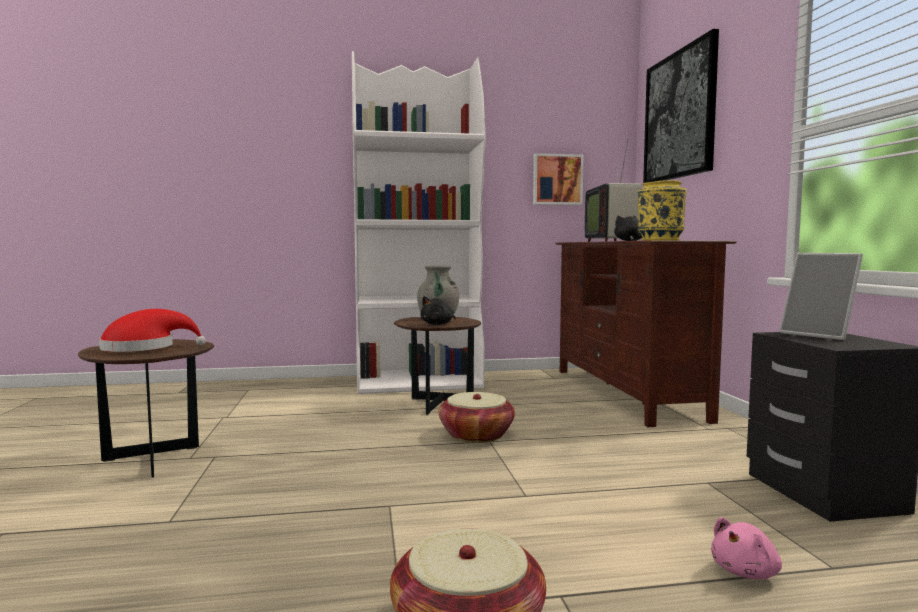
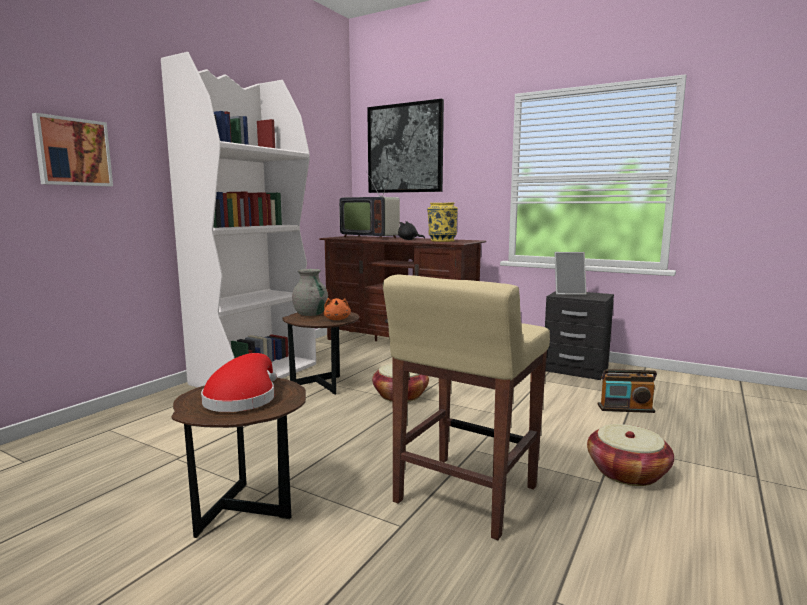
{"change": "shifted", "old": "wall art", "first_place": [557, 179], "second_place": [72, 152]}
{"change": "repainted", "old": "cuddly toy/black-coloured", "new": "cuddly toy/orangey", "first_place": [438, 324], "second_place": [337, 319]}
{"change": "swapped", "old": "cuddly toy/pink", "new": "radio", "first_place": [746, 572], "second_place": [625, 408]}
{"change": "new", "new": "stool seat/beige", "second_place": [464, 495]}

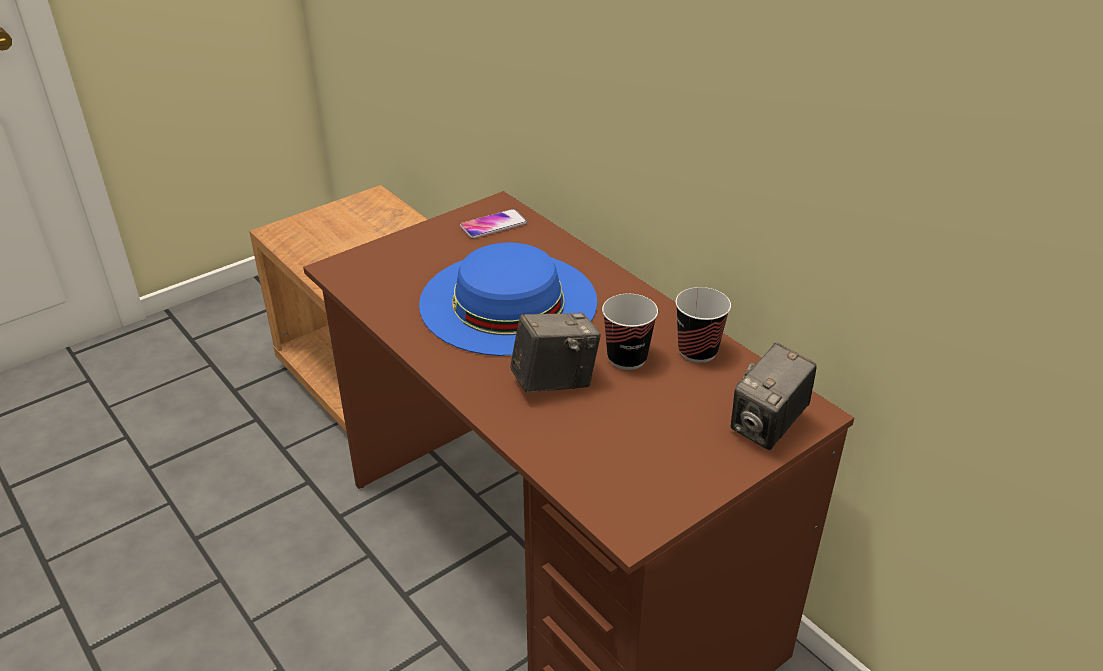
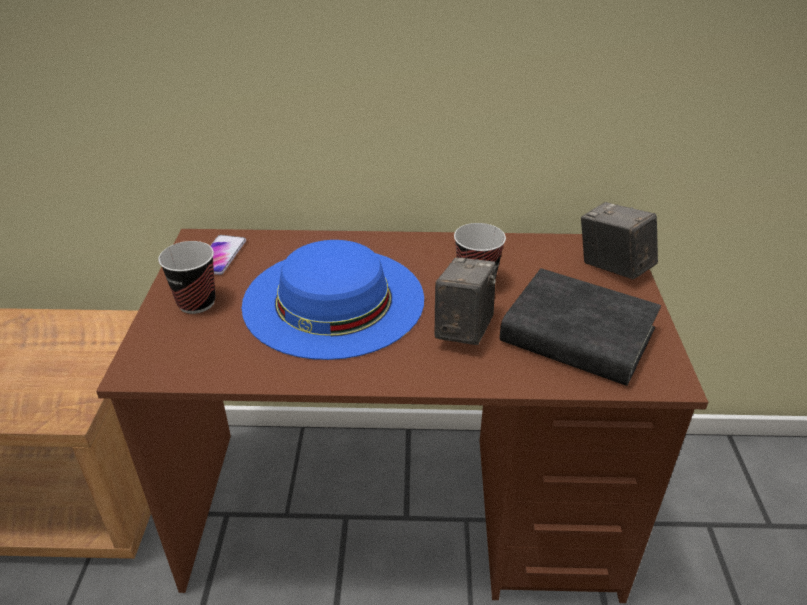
{"change": "shifted", "old": "drinking cup", "first_place": [697, 351], "second_place": [196, 303]}
{"change": "rotated", "old": "photo camera", "first_place": [767, 426], "second_place": [613, 268], "degrees": 150}
{"change": "new", "new": "volume/black-coloured", "second_place": [577, 336]}

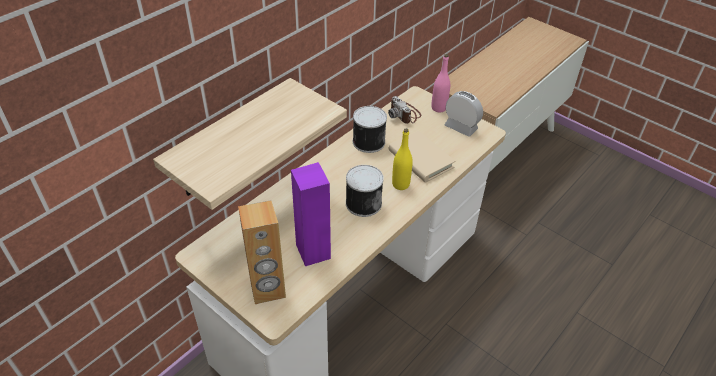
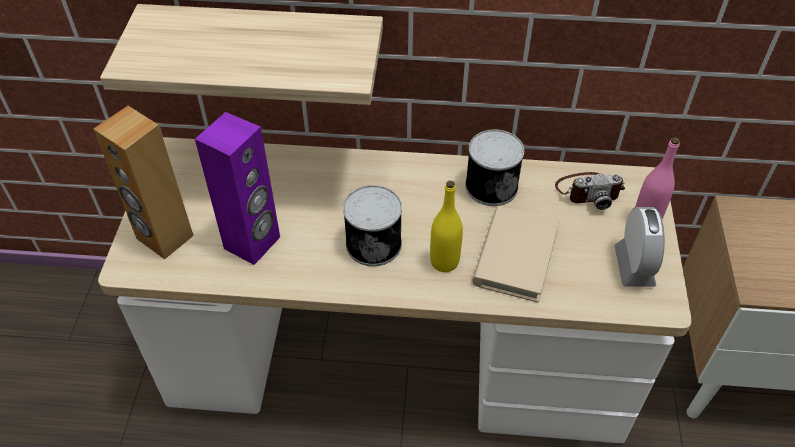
{"change": "rotated", "old": "photo camera", "first_place": [404, 114], "second_place": [588, 191], "degrees": -120}

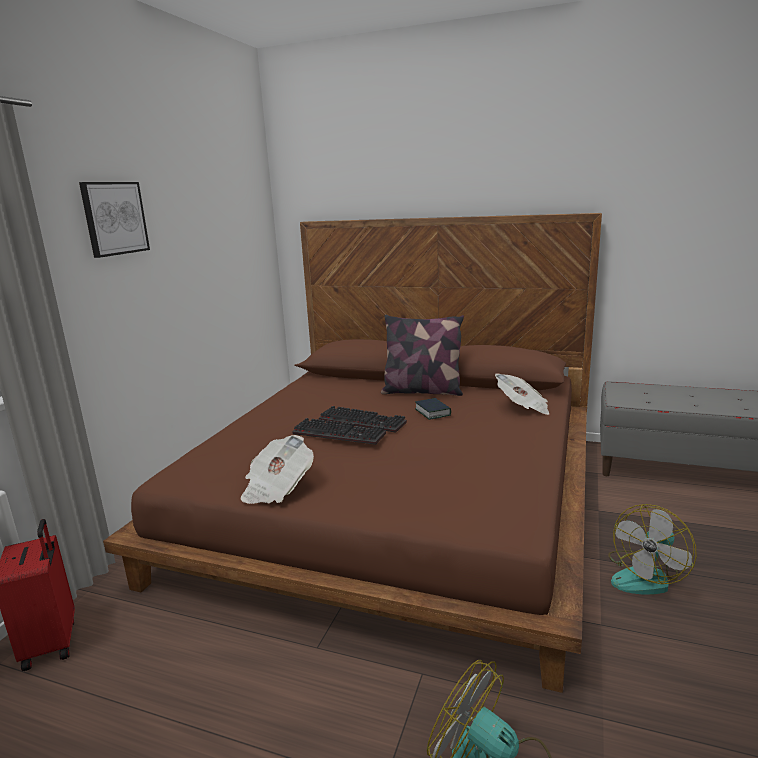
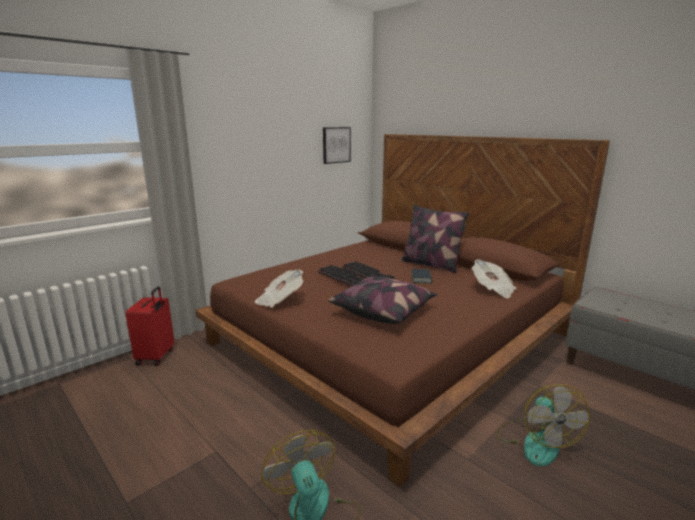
{"change": "shifted", "old": "wall art", "first_place": [114, 218], "second_place": [336, 145]}
{"change": "rotated", "old": "electric fan", "first_place": [645, 576], "second_place": [535, 442], "degrees": -75}
{"change": "new", "new": "cushion", "second_place": [383, 311]}

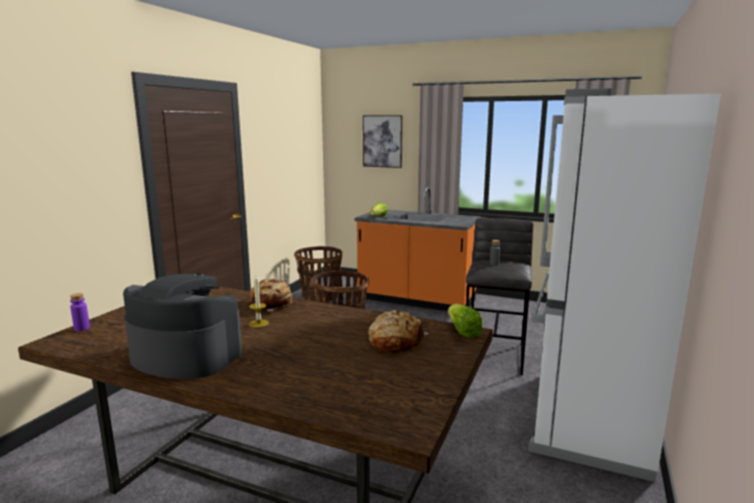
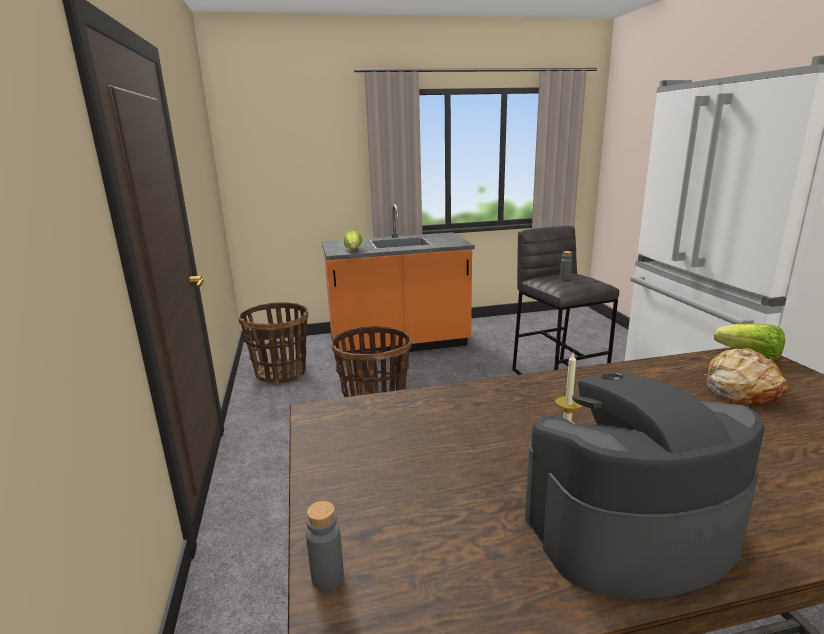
{"change": "gone", "old": "wall art", "first_place": [382, 141]}
{"change": "gone", "old": "bread", "first_place": [272, 304]}
{"change": "repainted", "old": "bottle/purplish", "new": "bottle/gray", "first_place": [82, 328], "second_place": [327, 577]}

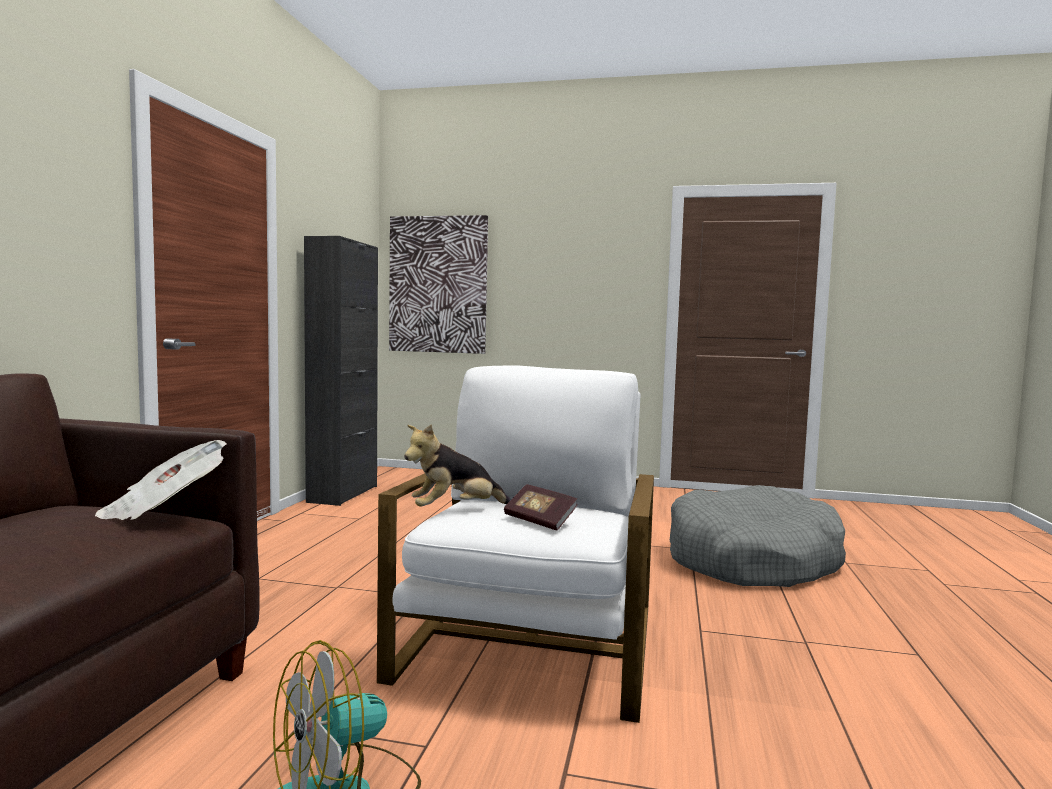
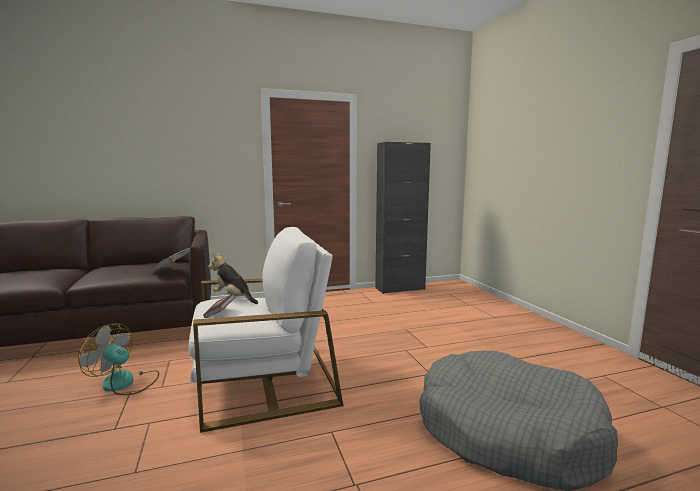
{"change": "gone", "old": "wall art", "first_place": [438, 285]}

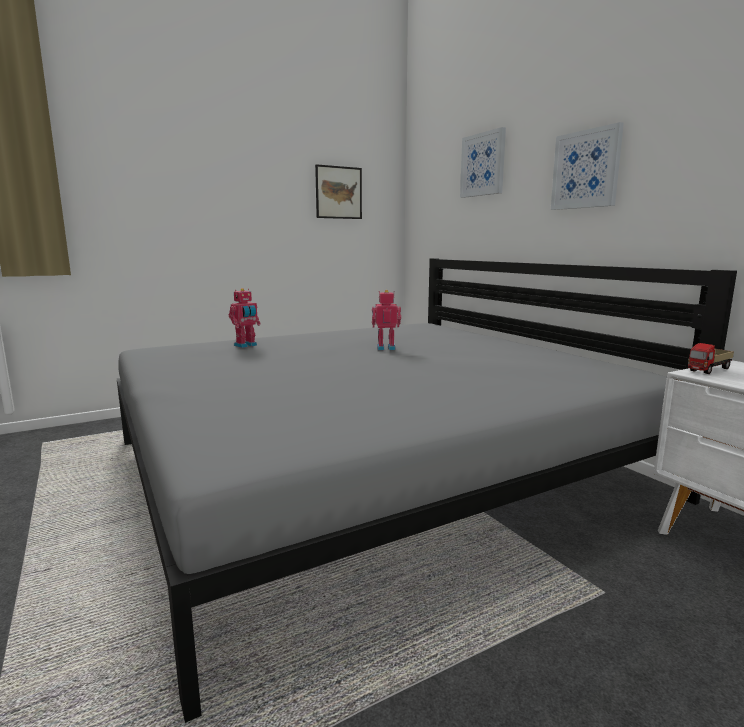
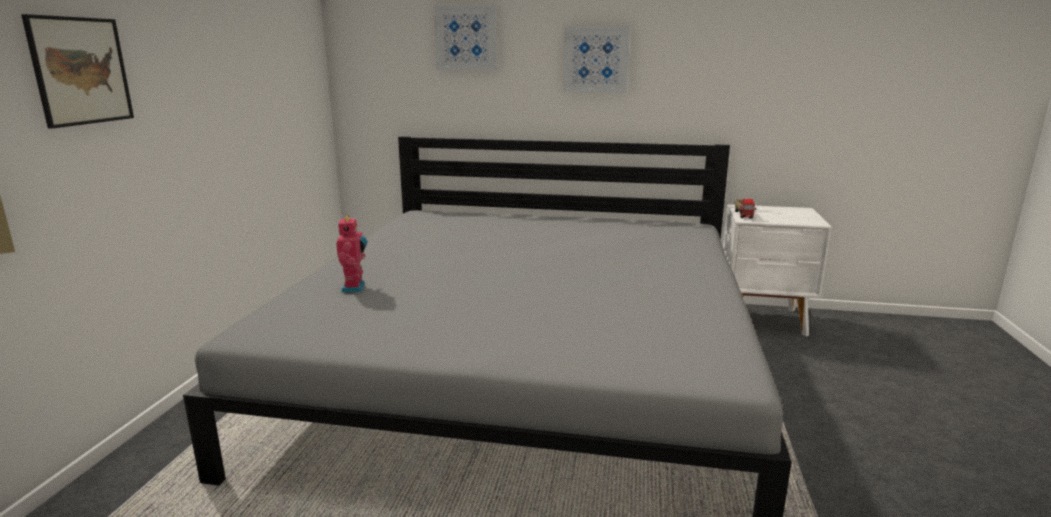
{"change": "shifted", "old": "wall art", "first_place": [338, 192], "second_place": [81, 71]}
{"change": "gone", "old": "toy robot", "first_place": [386, 348]}

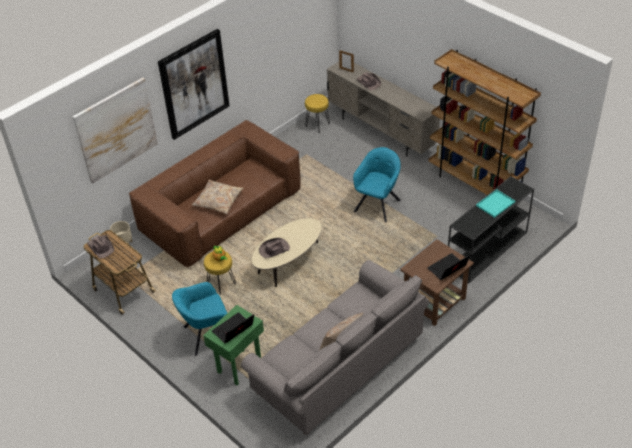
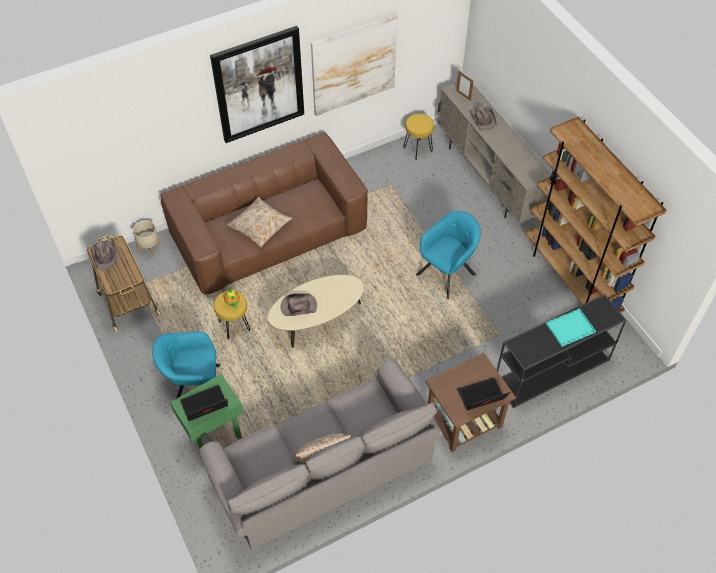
{"change": "shifted", "old": "wall art", "first_place": [116, 130], "second_place": [353, 65]}

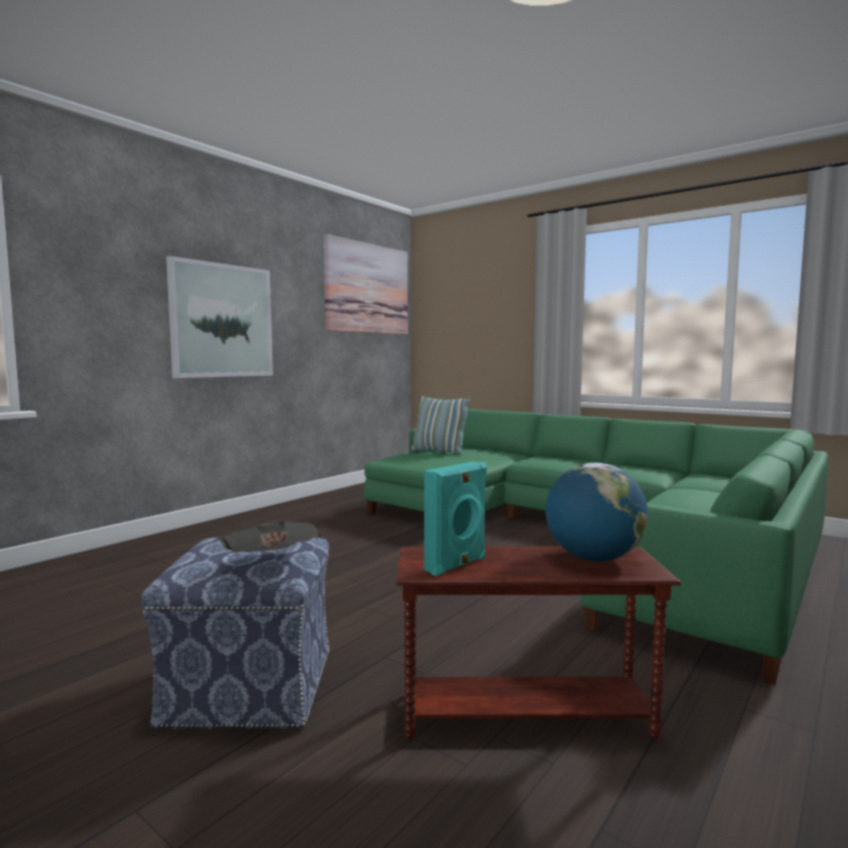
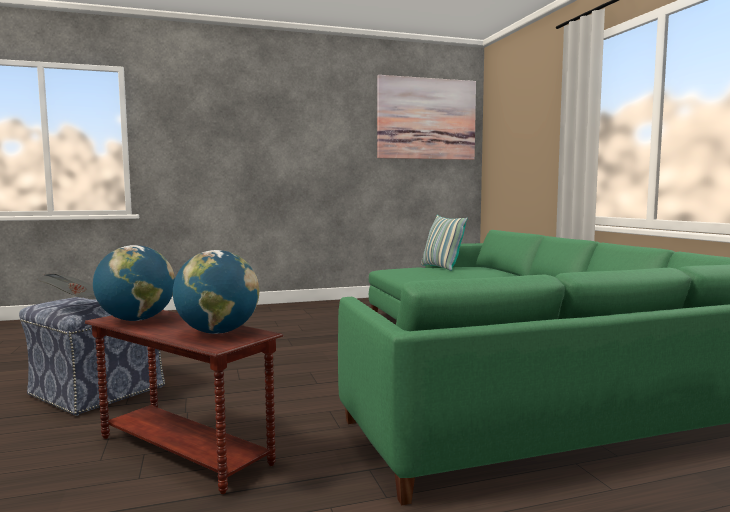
{"change": "gone", "old": "wall art", "first_place": [222, 321]}
{"change": "swapped", "old": "speaker/turquoise-coloured", "new": "desk globe", "first_place": [457, 565], "second_place": [136, 320]}

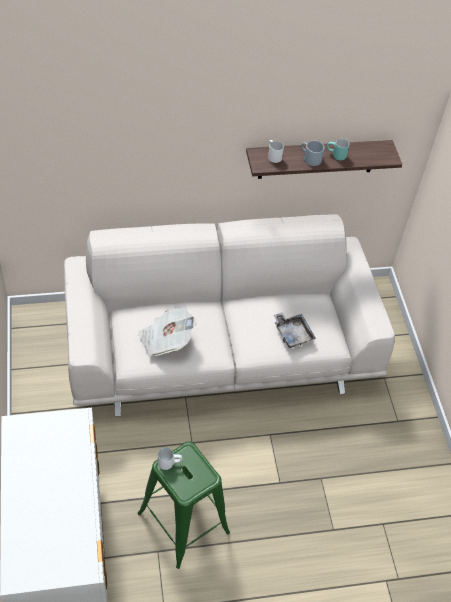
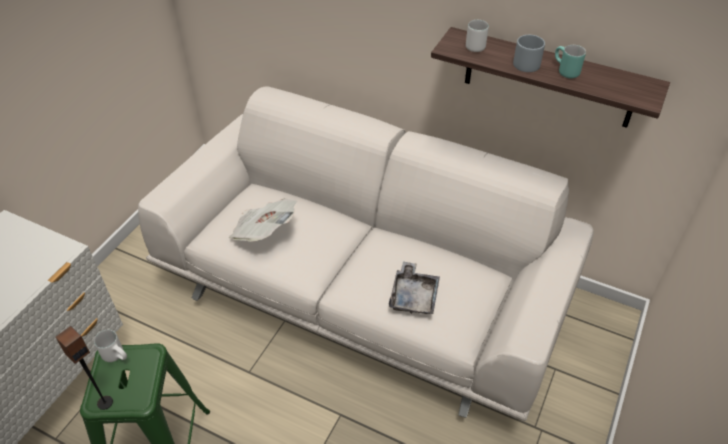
{"change": "new", "new": "speaker", "second_place": [104, 402]}

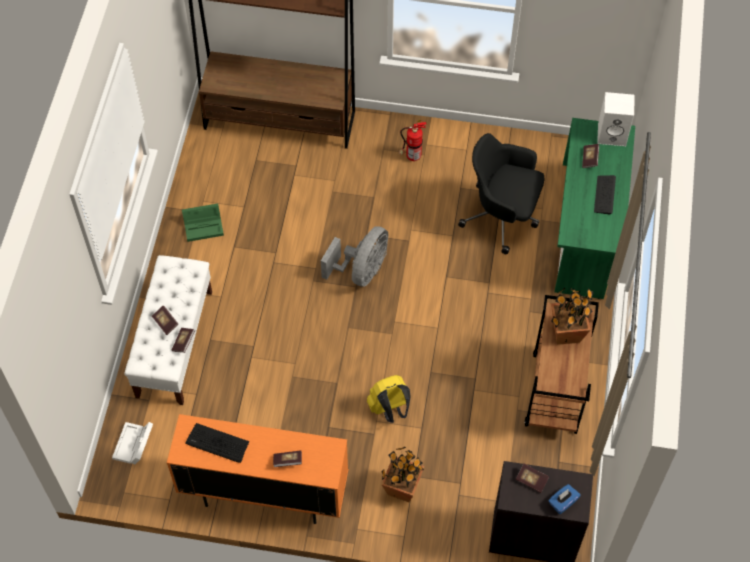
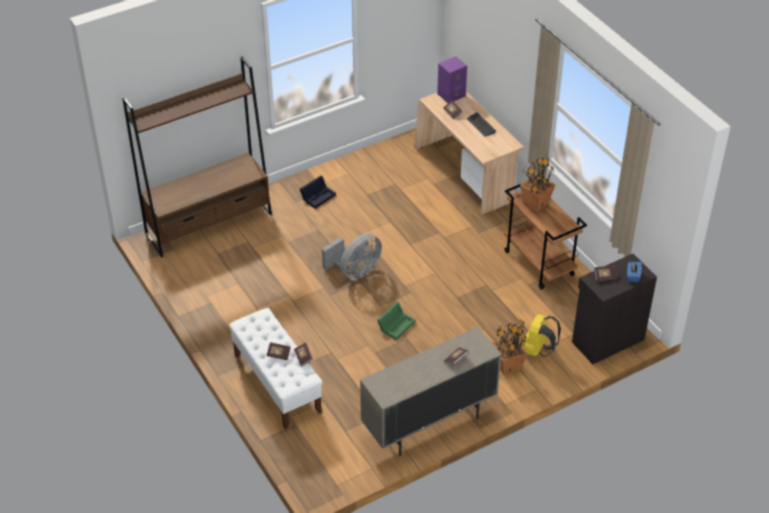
{"change": "repainted", "old": "speaker/whitish", "new": "speaker/purplish", "first_place": [612, 134], "second_place": [451, 94]}
{"change": "repainted", "old": "desk table/greenish", "new": "desk table/beige", "first_place": [585, 231], "second_place": [465, 174]}
{"change": "swapped", "old": "fire extinguisher", "new": "storage box/black-coloured", "first_place": [411, 157], "second_place": [318, 196]}
{"change": "gone", "old": "computer chair/black-coloured", "first_place": [502, 216]}
{"change": "shifted", "old": "storage box/greenish", "first_place": [204, 226], "second_place": [396, 324]}
{"change": "rotated", "old": "electric fan/gray", "first_place": [361, 271], "second_place": [355, 272], "degrees": 60}
{"change": "shifted", "old": "backpack/yellowish", "first_place": [390, 409], "second_place": [538, 350]}
{"change": "repainted", "old": "cupboard/orangey", "new": "cupboard/beige", "first_place": [264, 494], "second_place": [429, 424]}
{"change": "gone", "old": "storage box/whitish", "first_place": [134, 446]}
{"change": "gone", "old": "PC keyboard", "first_place": [217, 443]}

